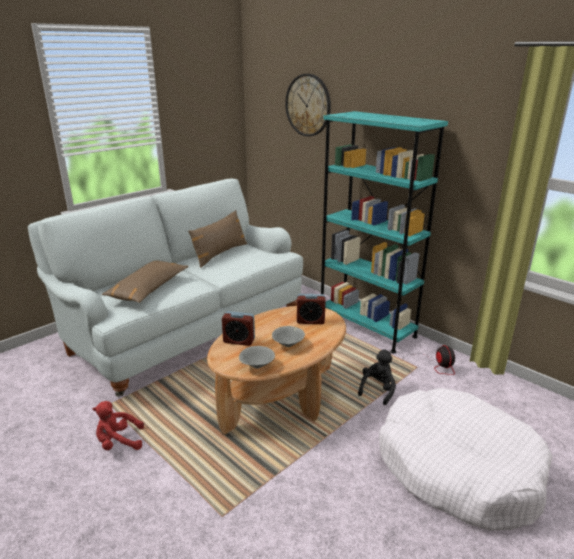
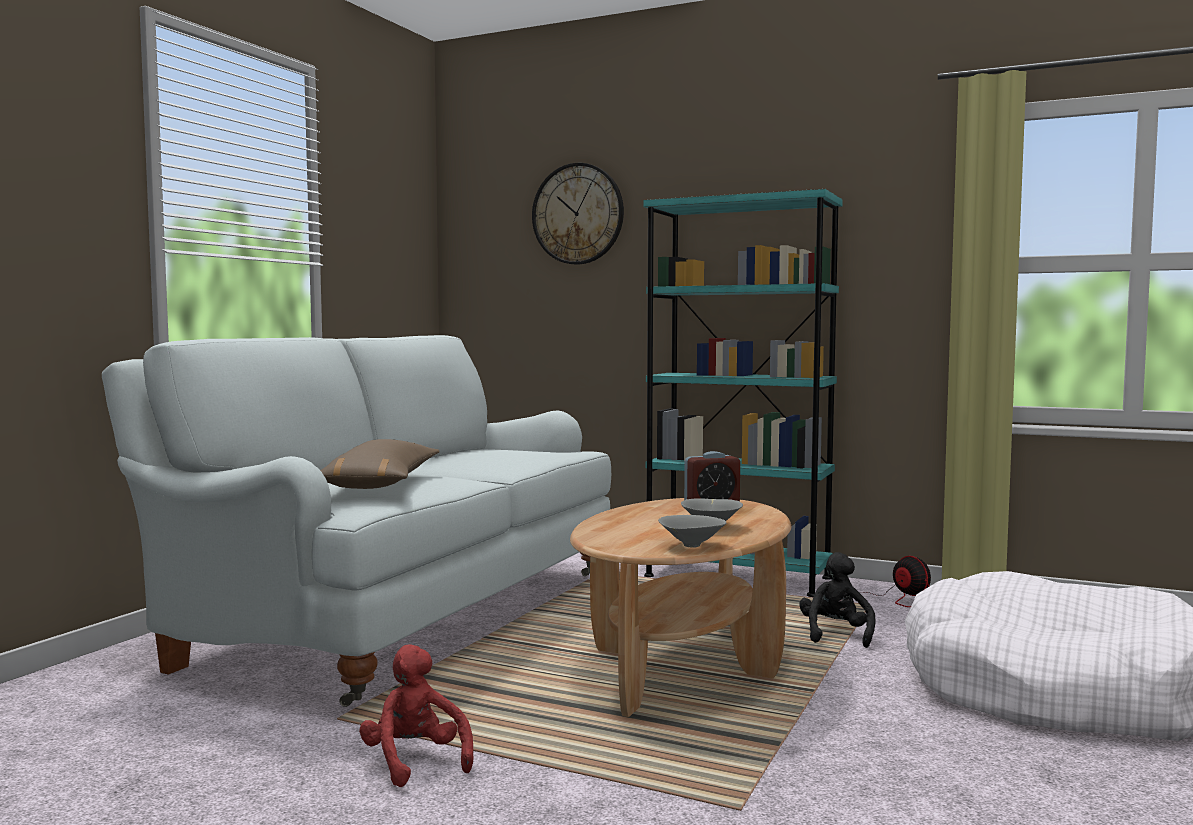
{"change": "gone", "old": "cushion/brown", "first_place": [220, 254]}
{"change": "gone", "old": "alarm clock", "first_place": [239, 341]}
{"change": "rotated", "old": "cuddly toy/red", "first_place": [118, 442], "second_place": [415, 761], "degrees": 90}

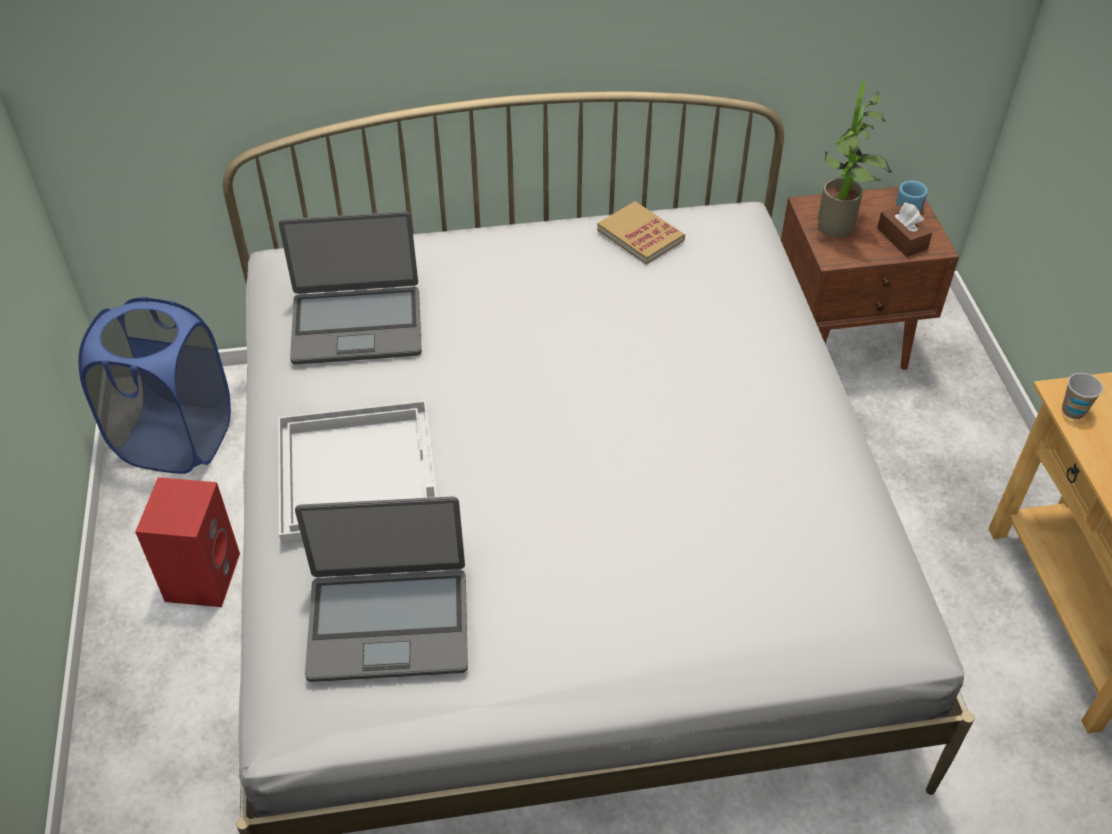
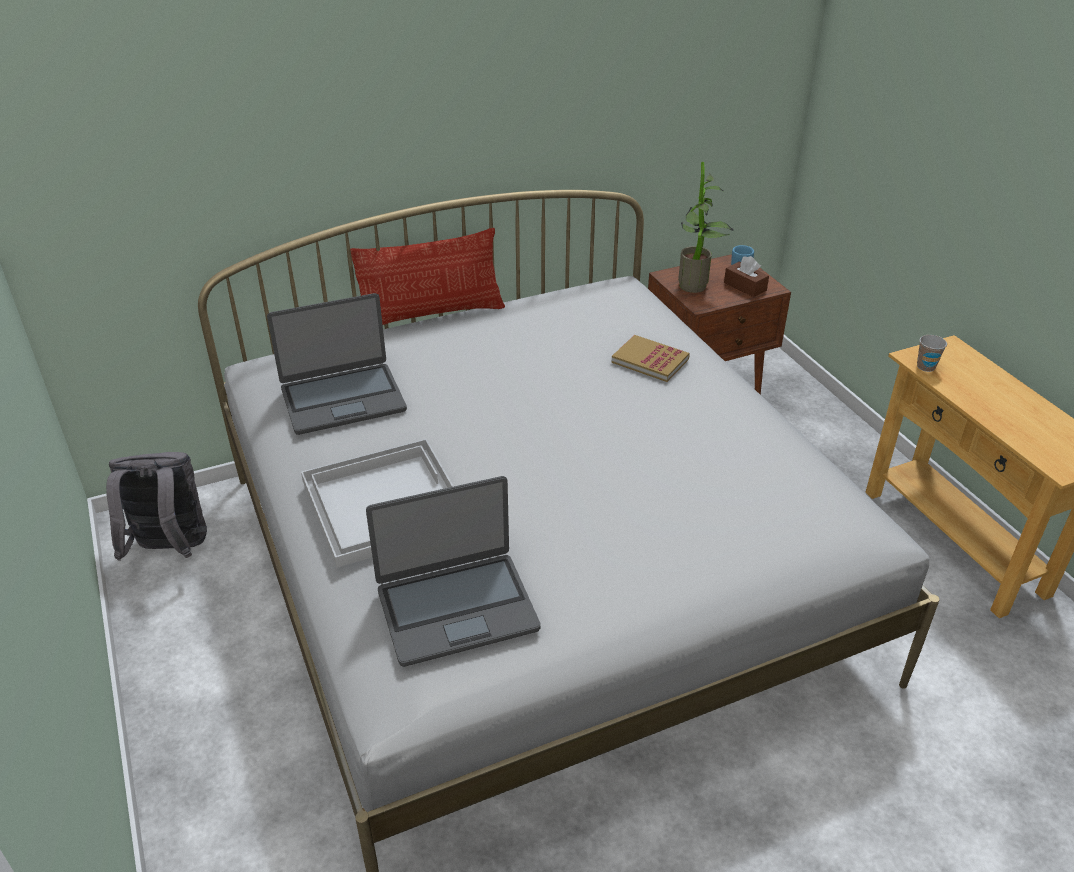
{"change": "shifted", "old": "volume", "first_place": [640, 235], "second_place": [650, 360]}
{"change": "swapped", "old": "laundry basket/bluish", "new": "backpack/gray", "first_place": [175, 439], "second_place": [170, 550]}
{"change": "gone", "old": "speaker/red", "first_place": [201, 575]}
{"change": "new", "new": "cushion", "second_place": [431, 314]}

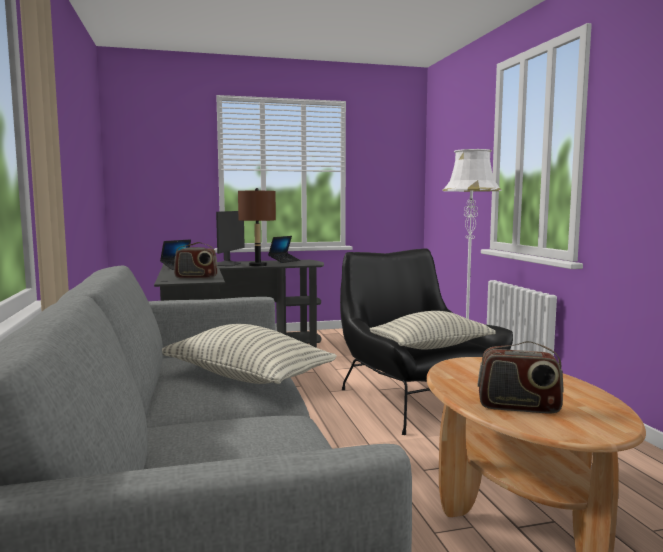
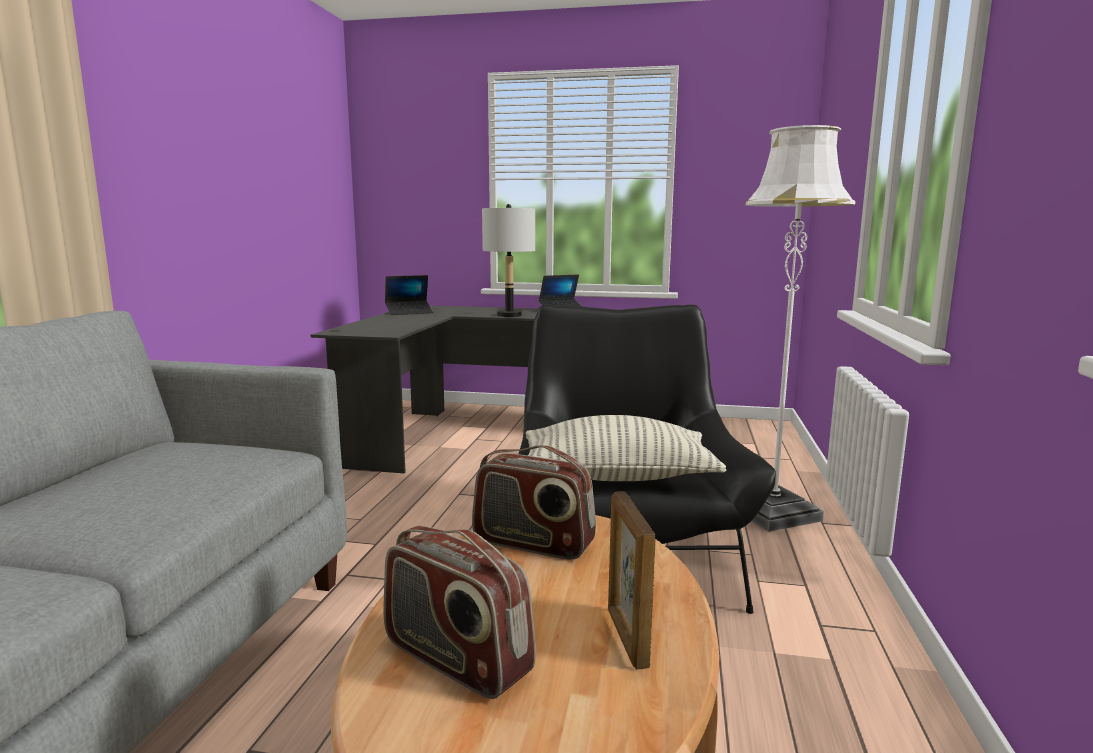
{"change": "repainted", "old": "tabletop lamp/brown", "new": "tabletop lamp/gray", "first_place": [257, 265], "second_place": [509, 315]}
{"change": "gone", "old": "computer screen", "first_place": [227, 264]}
{"change": "shifted", "old": "radio", "first_place": [196, 277], "second_place": [533, 543]}
{"change": "gone", "old": "cushion", "first_place": [246, 377]}
{"change": "new", "new": "photo frame", "second_place": [626, 638]}

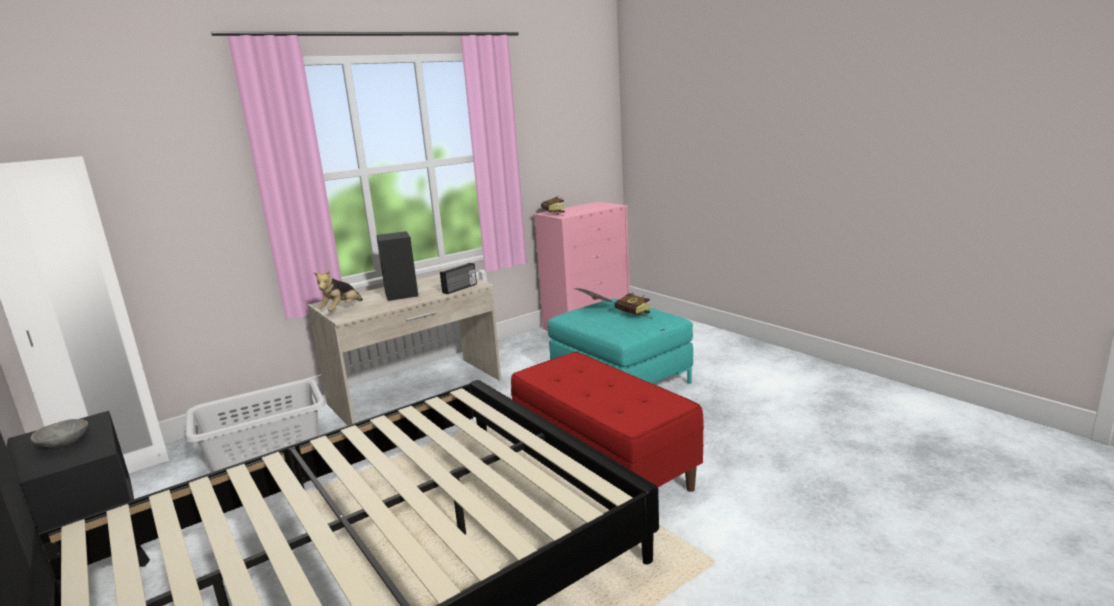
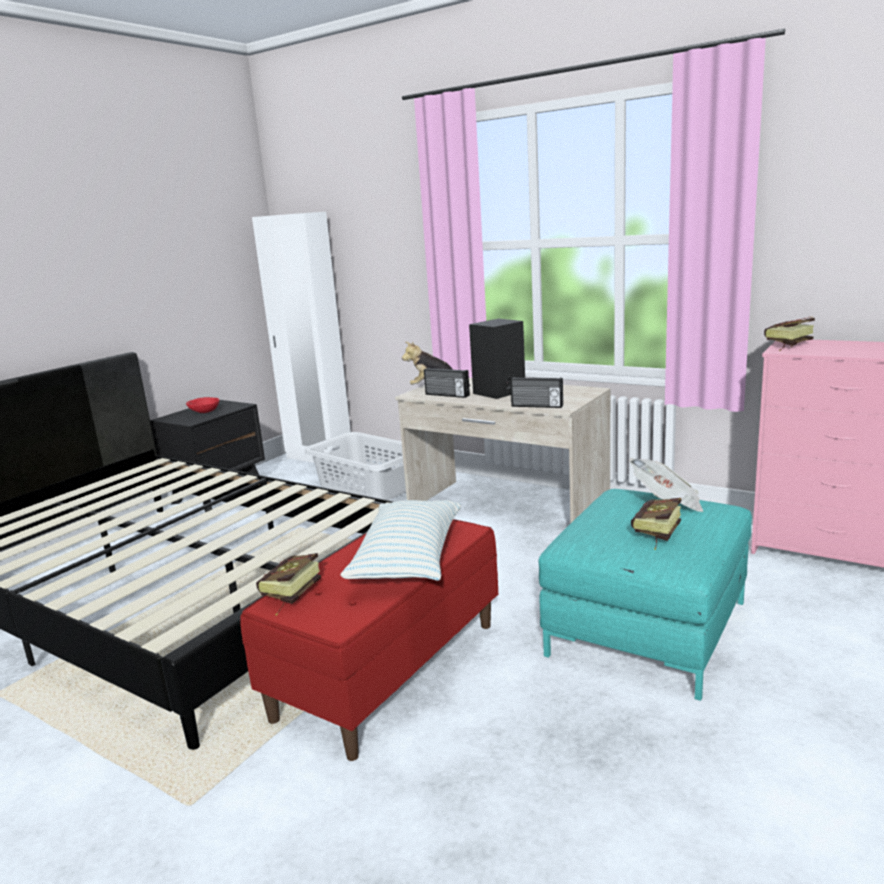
{"change": "repainted", "old": "serving bowl/gray", "new": "serving bowl/red", "first_place": [63, 445], "second_place": [204, 412]}
{"change": "new", "new": "radio", "second_place": [446, 395]}
{"change": "new", "new": "cushion", "second_place": [408, 559]}
{"change": "new", "new": "volume", "second_place": [288, 596]}

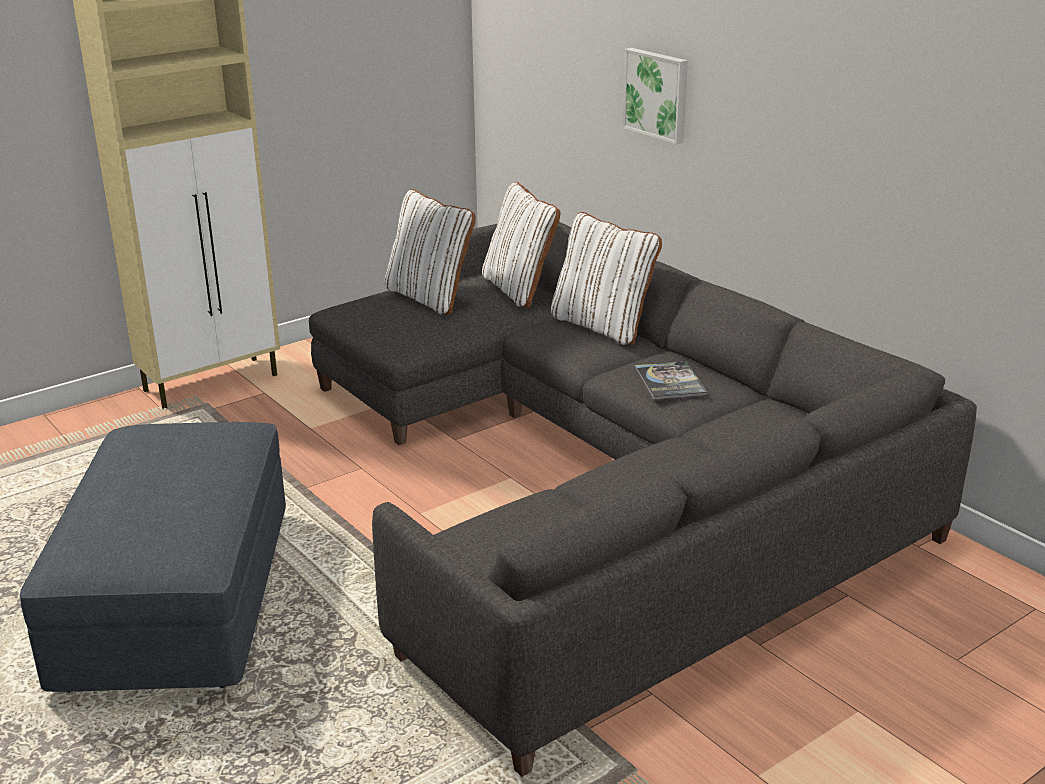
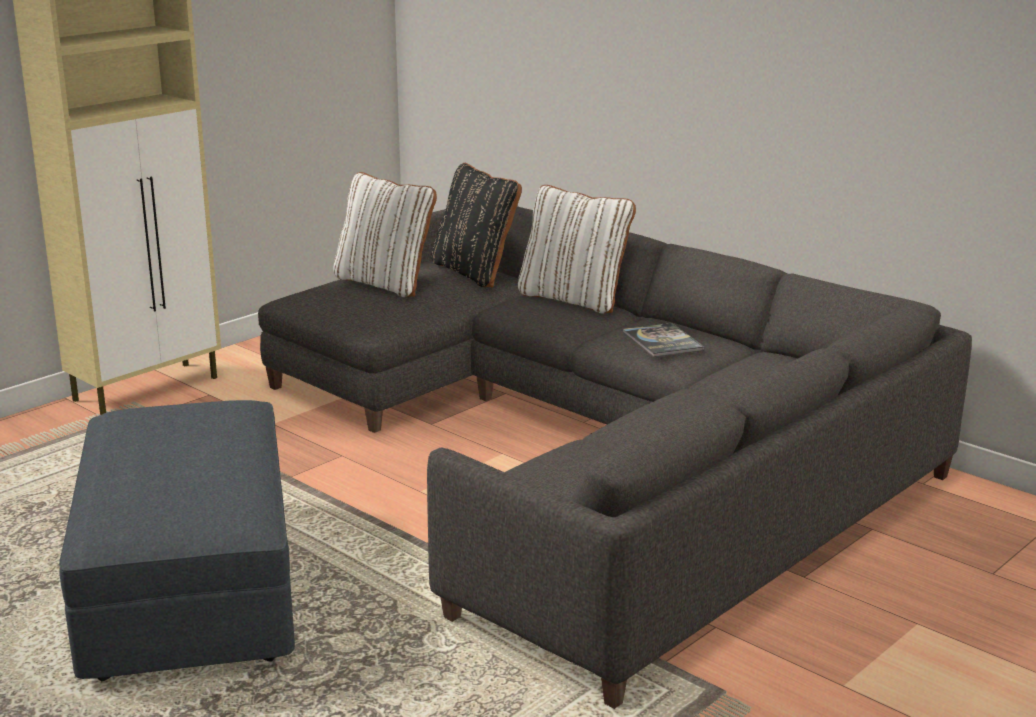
{"change": "gone", "old": "wall art", "first_place": [657, 94]}
{"change": "repainted", "old": "cushion/whitish", "new": "cushion/black-coloured", "first_place": [519, 289], "second_place": [475, 272]}

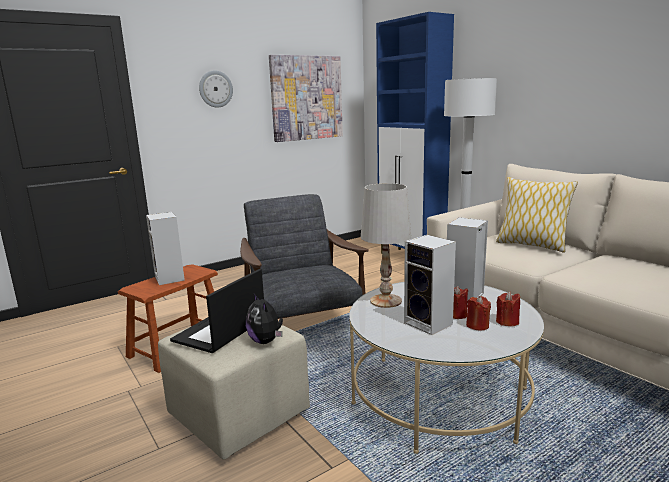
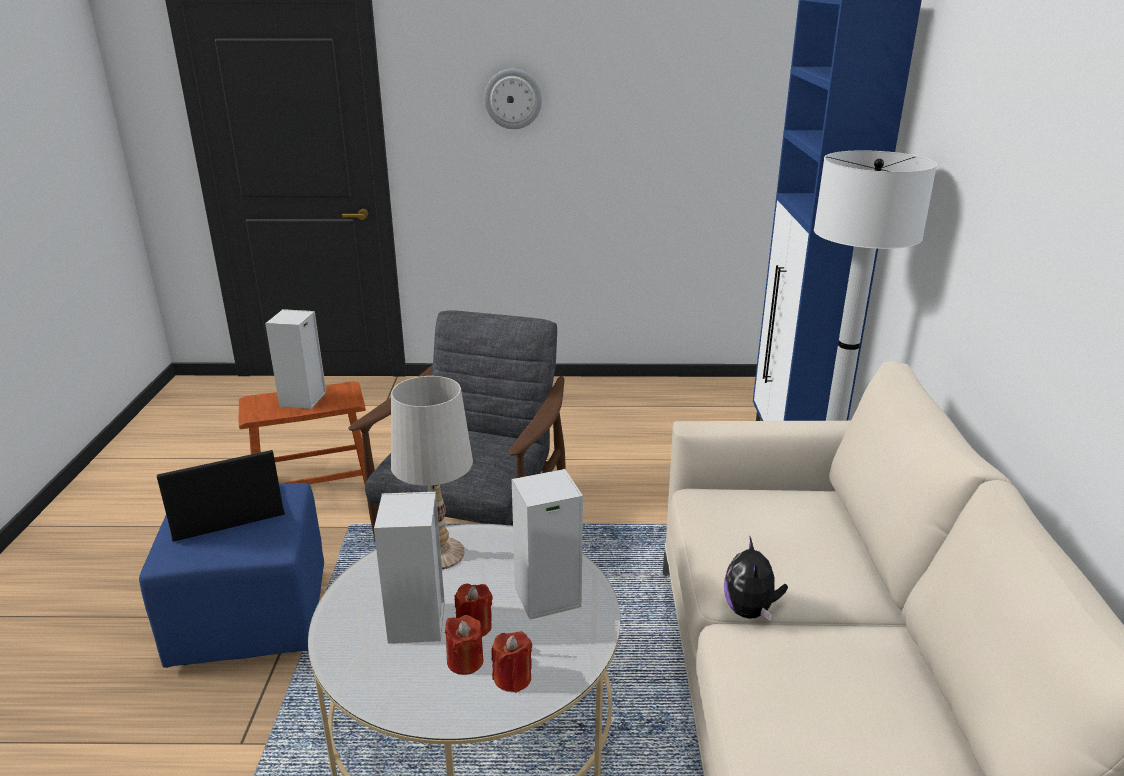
{"change": "gone", "old": "wall art", "first_place": [306, 98]}
{"change": "gone", "old": "cushion", "first_place": [531, 245]}
{"change": "shifted", "old": "cuddly toy", "first_place": [266, 341], "second_place": [750, 611]}
{"change": "repainted", "old": "footrest/beige", "new": "footrest/bluish", "first_place": [237, 415], "second_place": [250, 616]}

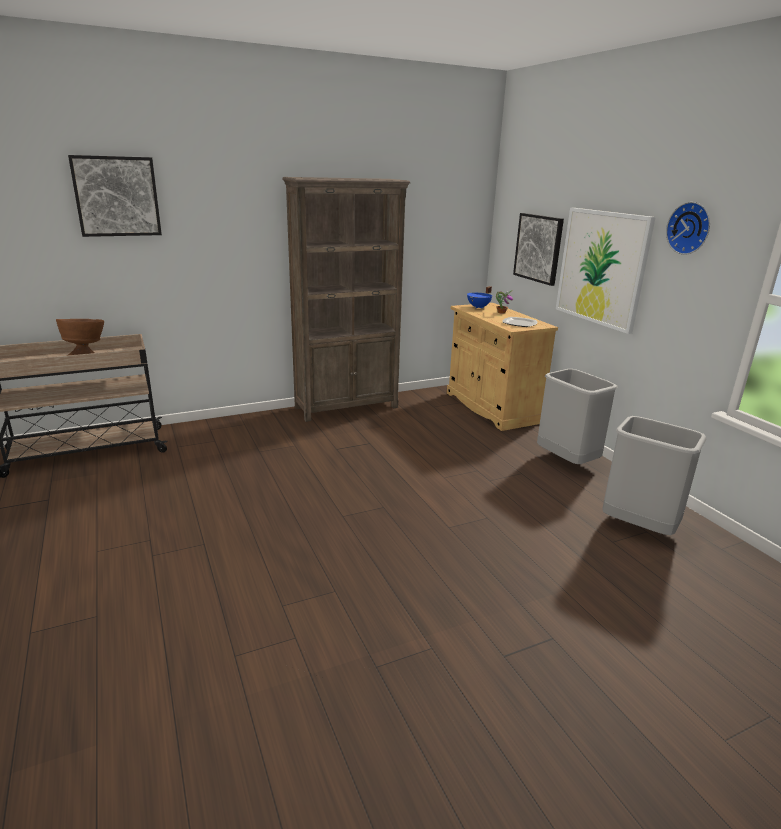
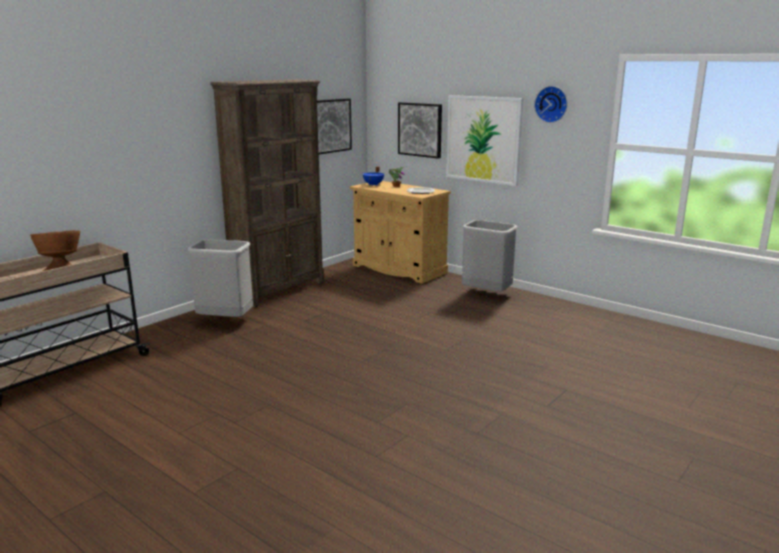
{"change": "shifted", "old": "wall art", "first_place": [117, 196], "second_place": [331, 126]}
{"change": "shifted", "old": "rubbish bin/gray", "first_place": [637, 528], "second_place": [225, 320]}

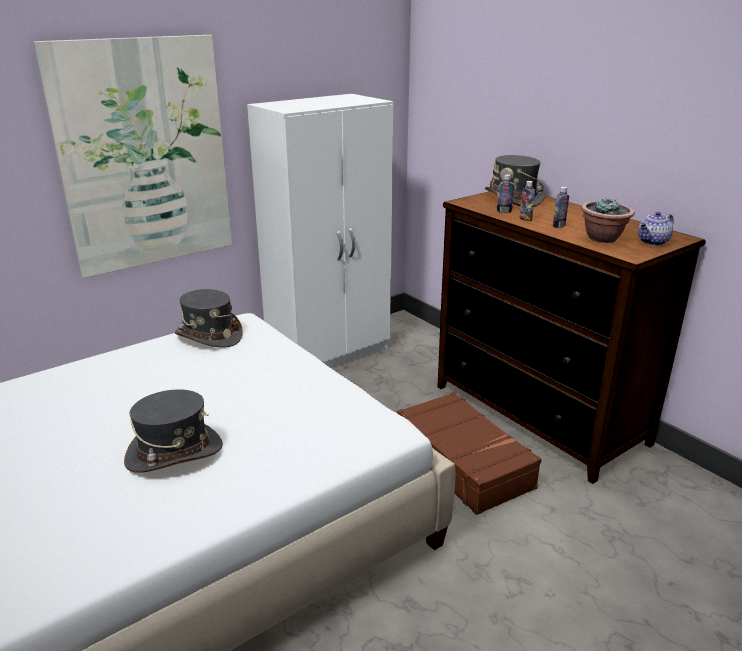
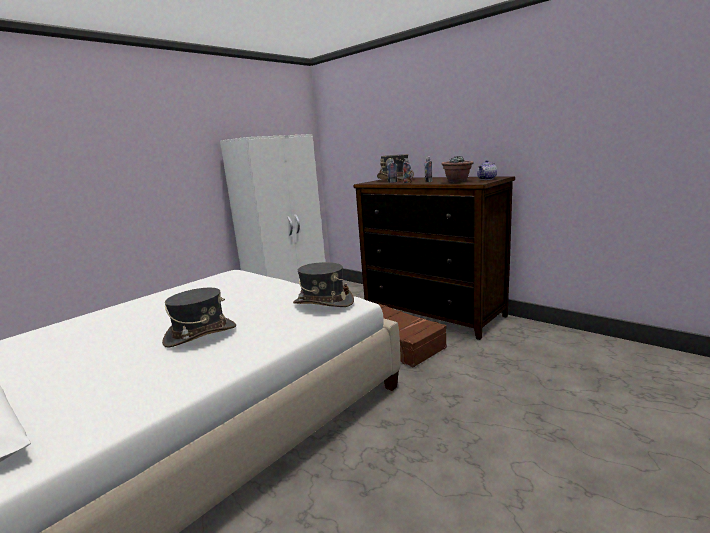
{"change": "gone", "old": "wall art", "first_place": [144, 156]}
{"change": "shifted", "old": "hat/gray", "first_place": [209, 336], "second_place": [323, 302]}

